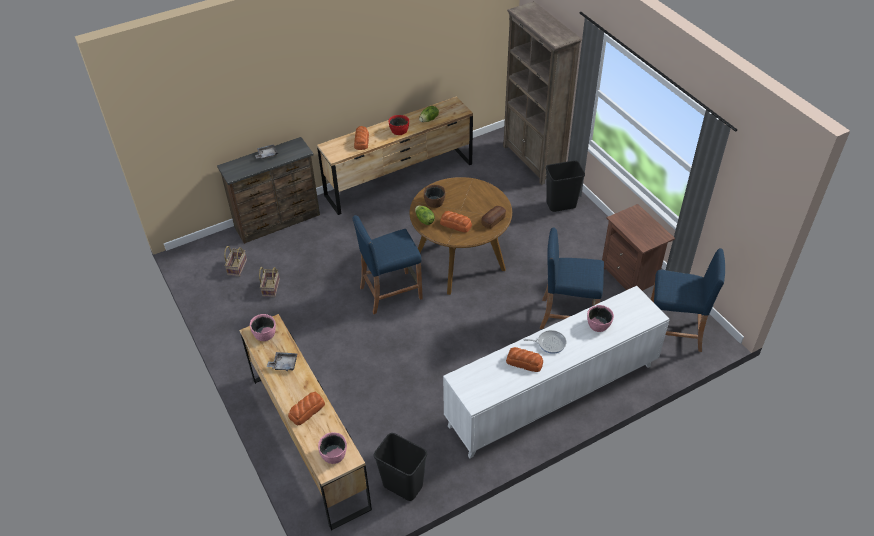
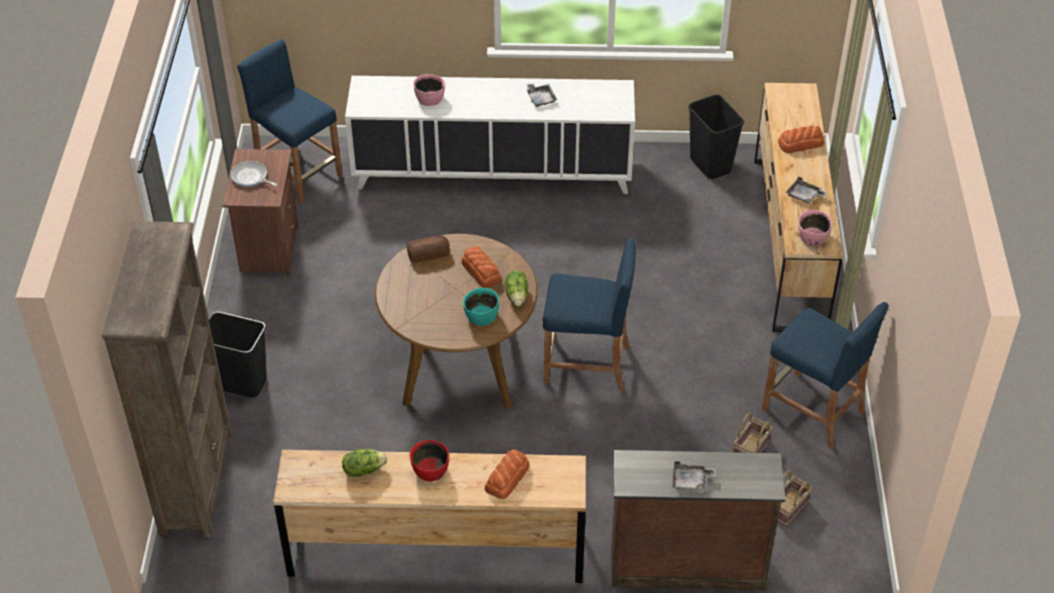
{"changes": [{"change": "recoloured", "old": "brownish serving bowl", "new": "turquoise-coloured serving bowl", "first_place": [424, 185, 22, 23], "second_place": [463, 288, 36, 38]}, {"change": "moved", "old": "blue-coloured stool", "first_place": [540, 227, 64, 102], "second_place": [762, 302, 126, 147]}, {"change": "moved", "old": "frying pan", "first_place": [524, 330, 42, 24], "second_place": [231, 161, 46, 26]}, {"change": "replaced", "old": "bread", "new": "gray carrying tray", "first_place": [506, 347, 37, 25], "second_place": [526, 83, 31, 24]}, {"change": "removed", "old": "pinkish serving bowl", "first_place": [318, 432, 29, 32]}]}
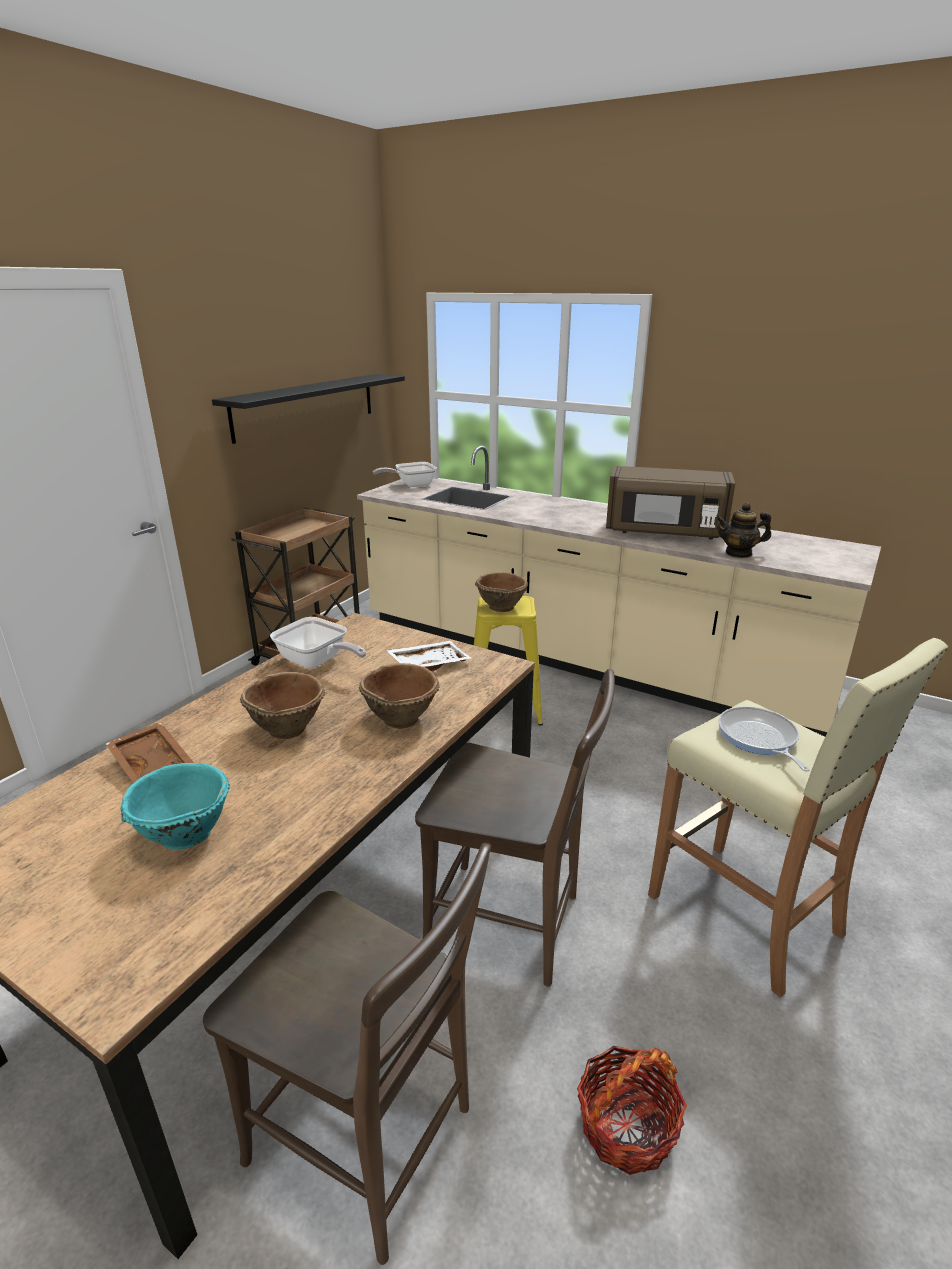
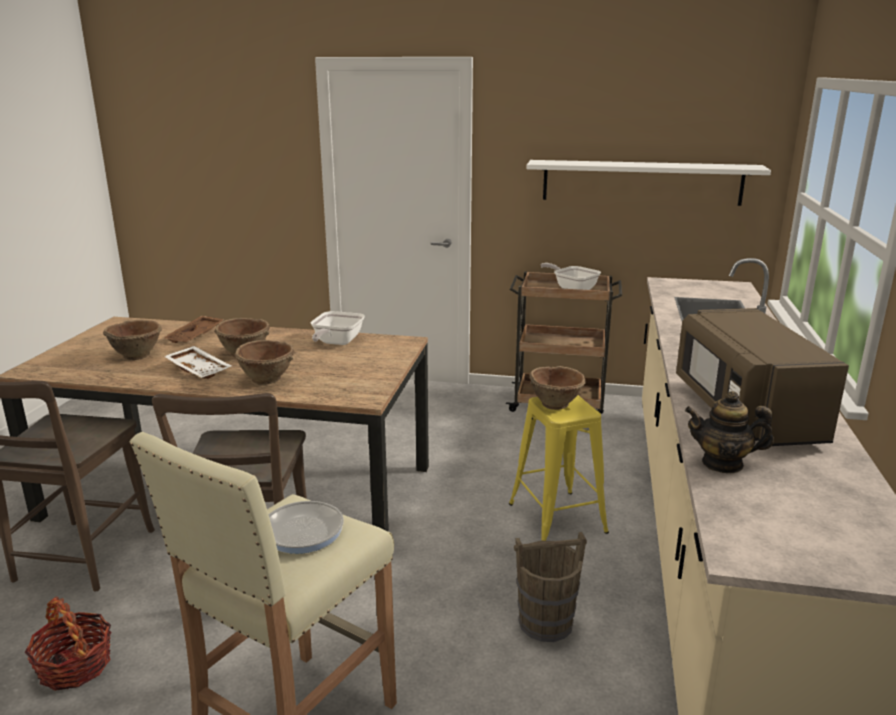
{"changes": [{"change": "recoloured", "old": "black bracket shelf", "new": "white bracket shelf", "first_place": [212, 374, 193, 70], "second_place": [527, 160, 244, 46]}, {"change": "moved", "old": "frying pan", "first_place": [373, 462, 64, 25], "second_place": [541, 263, 60, 27]}, {"change": "turned", "old": "teapot", "first_place": [716, 503, 55, 55], "second_place": [685, 391, 89, 82], "degrees": -60}, {"change": "moved", "old": "white carrying tray", "first_place": [386, 641, 86, 30], "second_place": [164, 346, 67, 33]}, {"change": "recoloured", "old": "turquoise-coloured serving bowl", "new": "brownish serving bowl", "first_place": [120, 763, 110, 87], "second_place": [103, 320, 59, 40]}, {"change": "added", "new": "brownish water bucket", "second_place": [514, 532, 73, 110]}]}
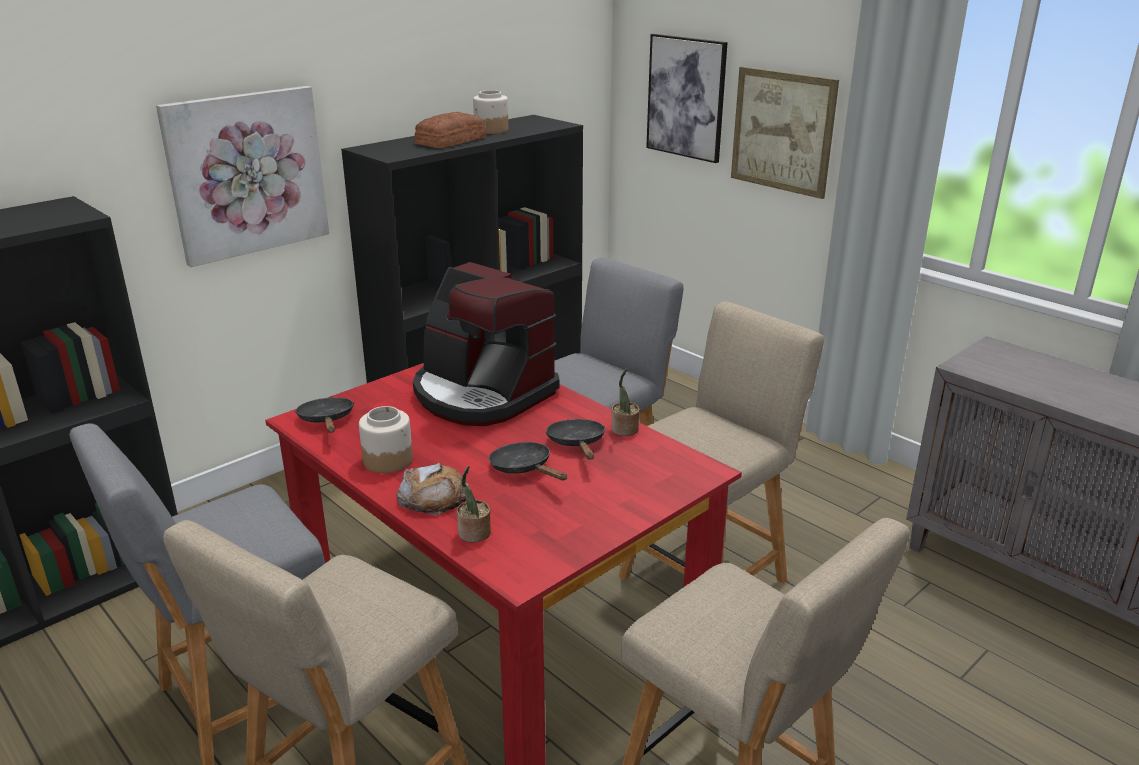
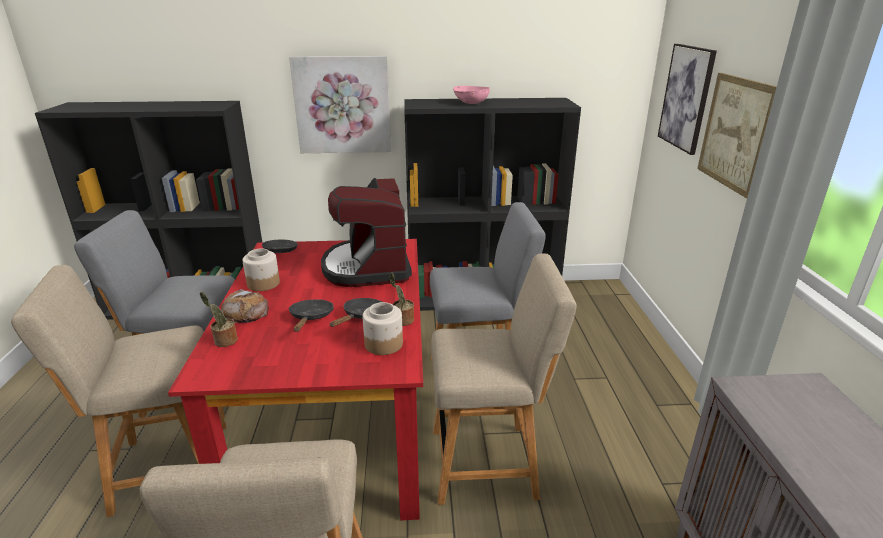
{"changes": [{"change": "moved", "old": "preserve jar", "first_place": [473, 90, 35, 44], "second_place": [363, 302, 40, 53]}, {"change": "replaced", "old": "bread", "new": "pinkish serving bowl", "first_place": [414, 112, 72, 36], "second_place": [453, 86, 37, 18]}]}
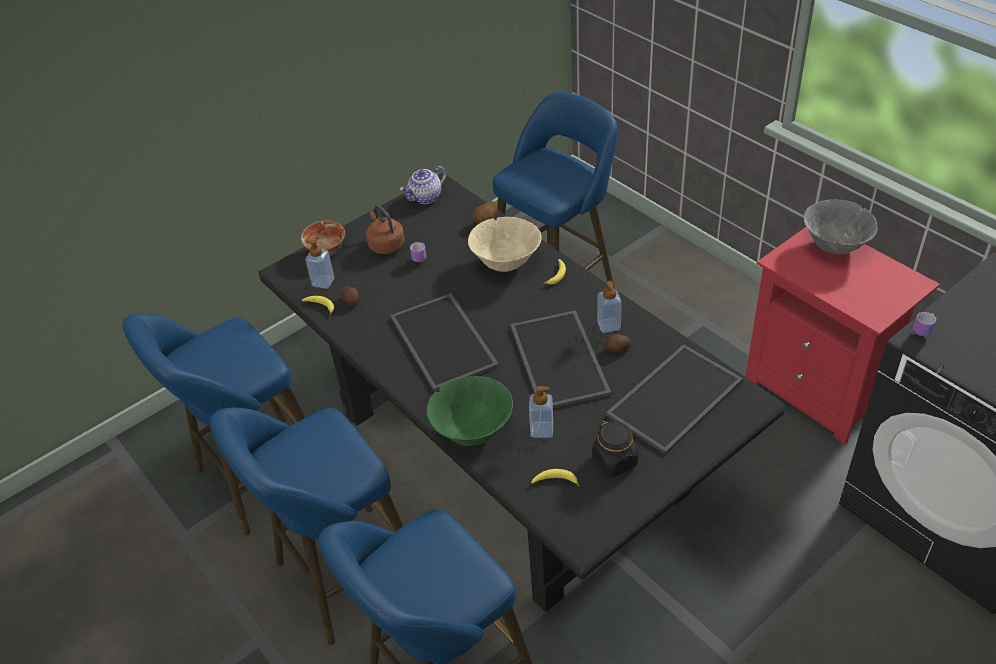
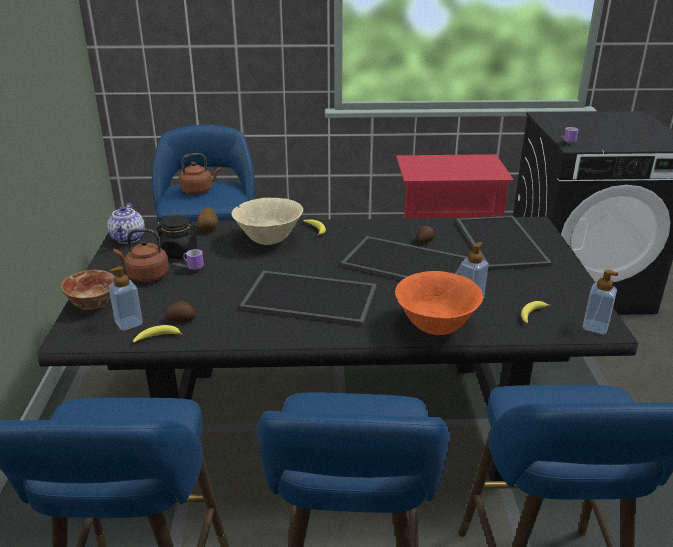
{"changes": [{"change": "removed", "old": "gray serving bowl", "first_place": [804, 199, 74, 55]}, {"change": "moved", "old": "soap bottle", "first_place": [597, 281, 25, 52], "second_place": [583, 270, 35, 64]}, {"change": "recoloured", "old": "green-coloured serving bowl", "new": "orangey serving bowl", "first_place": [426, 376, 87, 70], "second_place": [395, 271, 88, 64]}, {"change": "moved", "old": "black preserve jar", "first_place": [592, 419, 47, 58], "second_place": [157, 215, 40, 44]}, {"change": "added", "new": "brownish kettle", "second_place": [179, 153, 42, 41]}]}
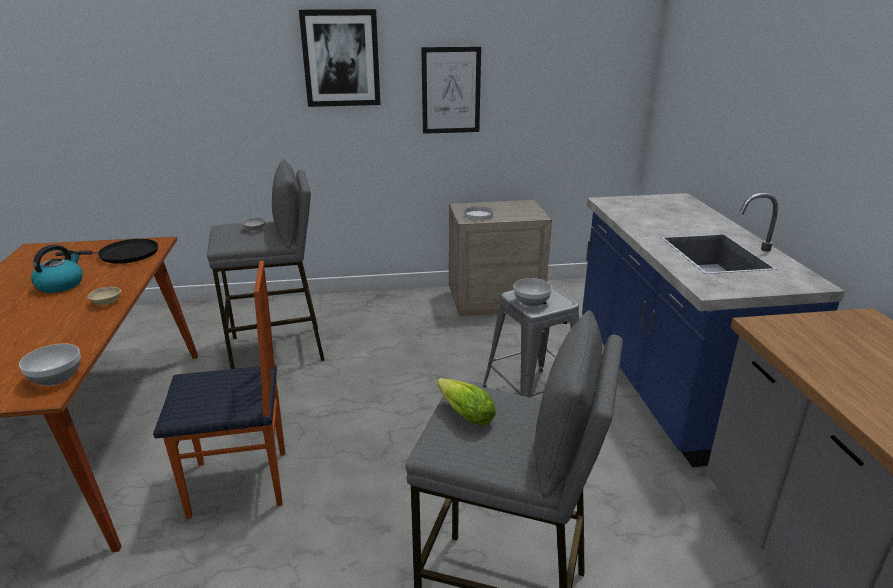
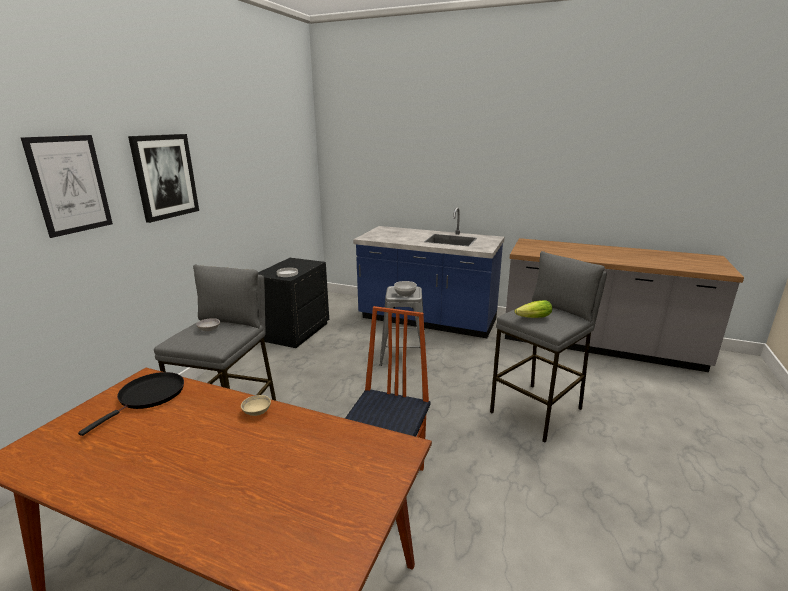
{"changes": [{"change": "moved", "old": "picture", "first_place": [421, 47, 60, 87], "second_place": [21, 135, 92, 103]}, {"change": "recoloured", "old": "beige-coloured bedside table", "new": "black bedside table", "first_place": [449, 200, 103, 116], "second_place": [258, 258, 71, 90]}, {"change": "removed", "old": "kettle", "first_place": [31, 245, 52, 48]}, {"change": "removed", "old": "serving bowl", "first_place": [19, 343, 62, 43]}]}
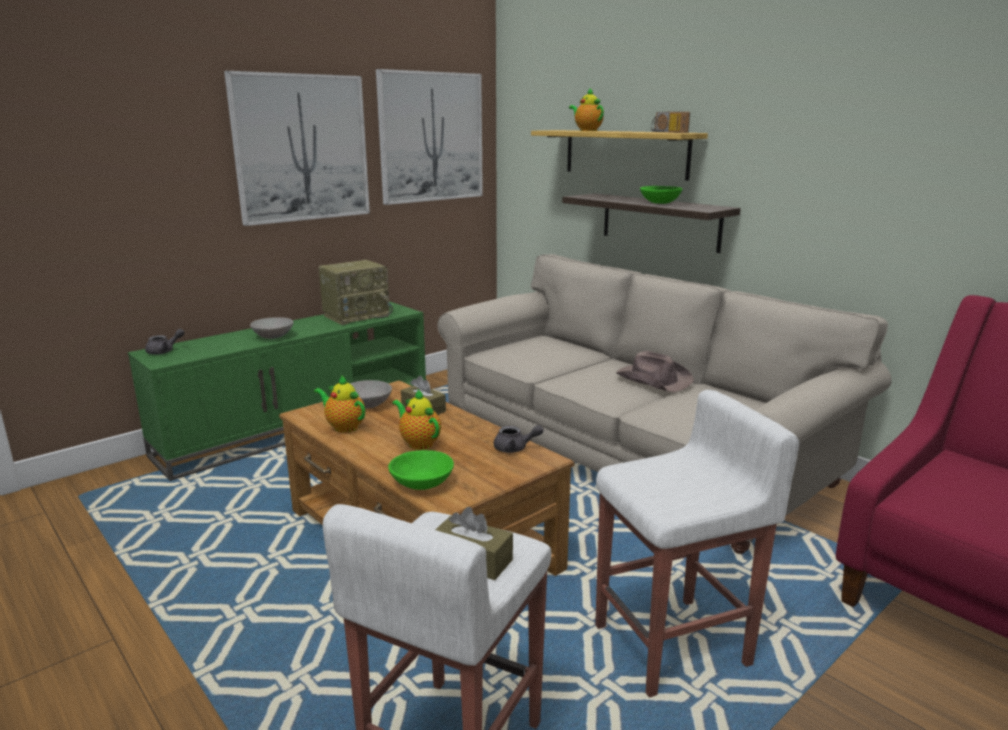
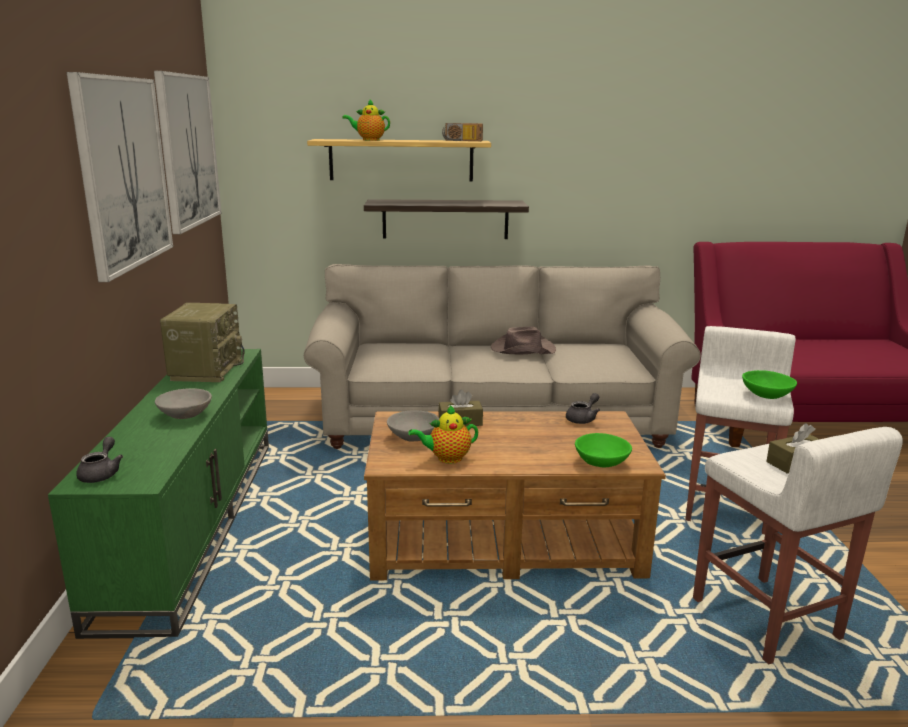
{"changes": [{"change": "moved", "old": "green-coloured serving bowl", "first_place": [640, 186, 43, 18], "second_place": [742, 370, 55, 29]}, {"change": "removed", "old": "teapot", "first_place": [392, 389, 49, 61]}]}
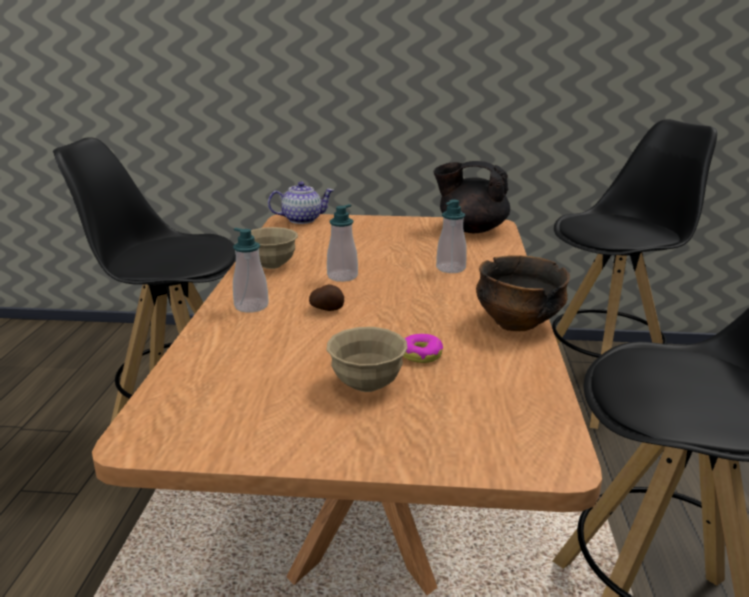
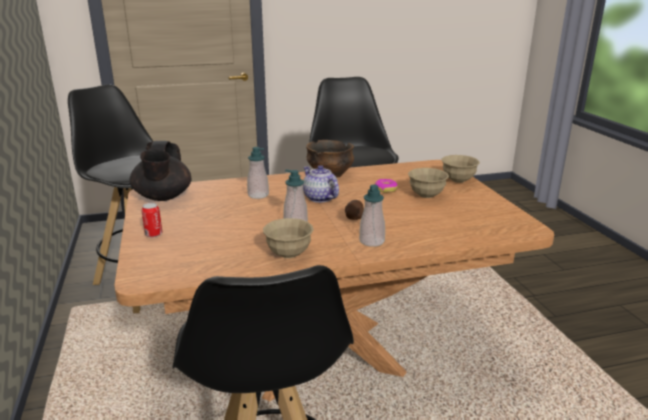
{"changes": [{"change": "moved", "old": "teapot", "first_place": [268, 182, 66, 42], "second_place": [303, 165, 36, 38]}, {"change": "added", "new": "beige-coloured serving bowl", "second_place": [442, 155, 38, 28]}, {"change": "added", "new": "can", "second_place": [141, 203, 21, 34]}]}
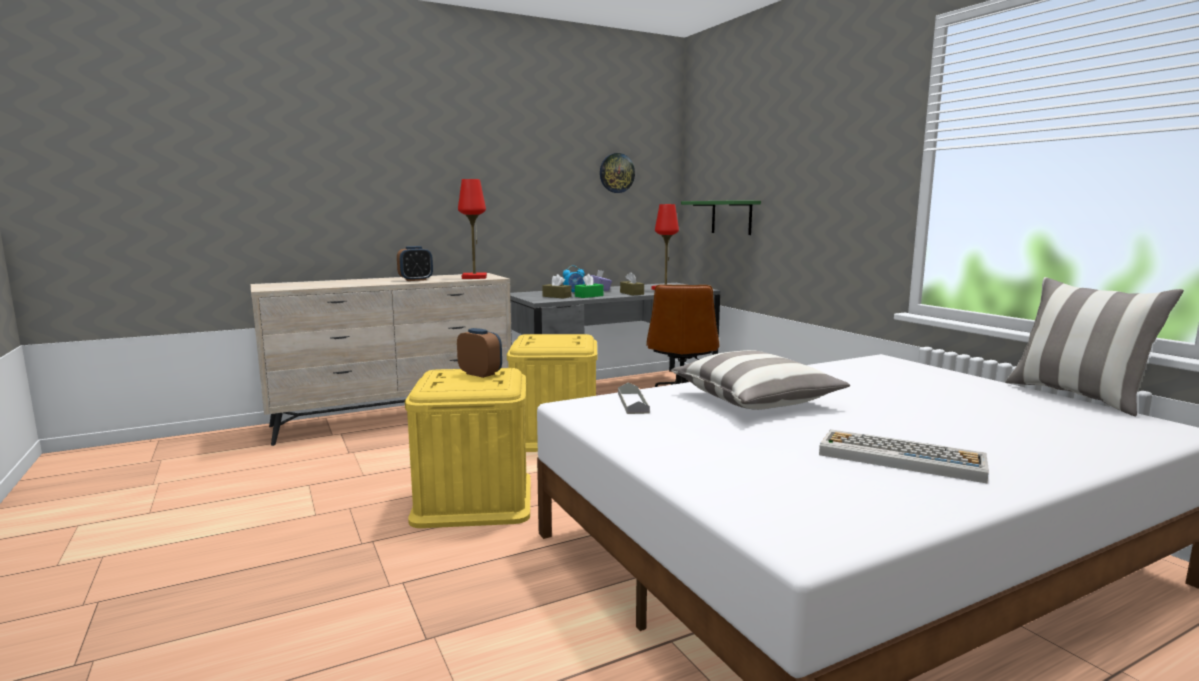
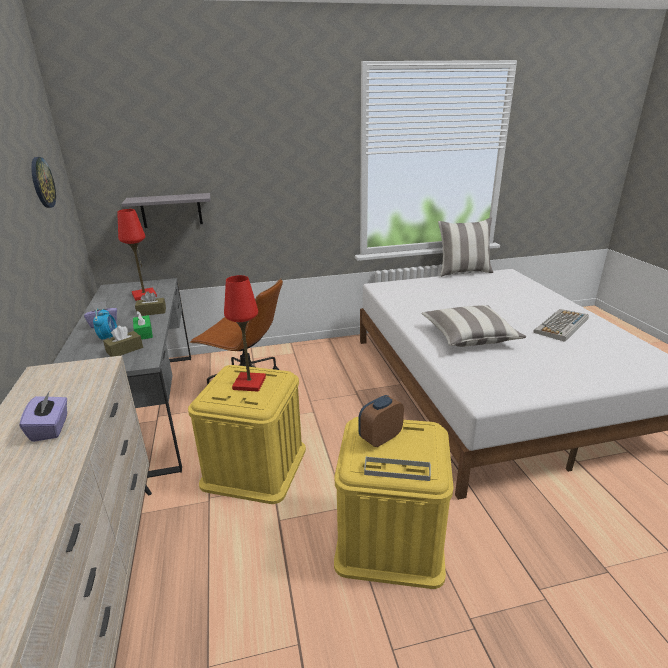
{"changes": [{"change": "moved", "old": "reddish table lamp", "first_place": [458, 179, 29, 100], "second_place": [224, 275, 42, 117]}, {"change": "recoloured", "old": "green-coloured bracket shelf", "new": "gray bracket shelf", "first_place": [681, 201, 80, 34], "second_place": [121, 193, 90, 35]}, {"change": "replaced", "old": "bedside clock", "new": "purplish box of tissues", "first_place": [397, 246, 36, 35], "second_place": [20, 392, 47, 50]}, {"change": "moved", "old": "gray carrying tray", "first_place": [618, 383, 32, 31], "second_place": [364, 456, 67, 25]}]}
